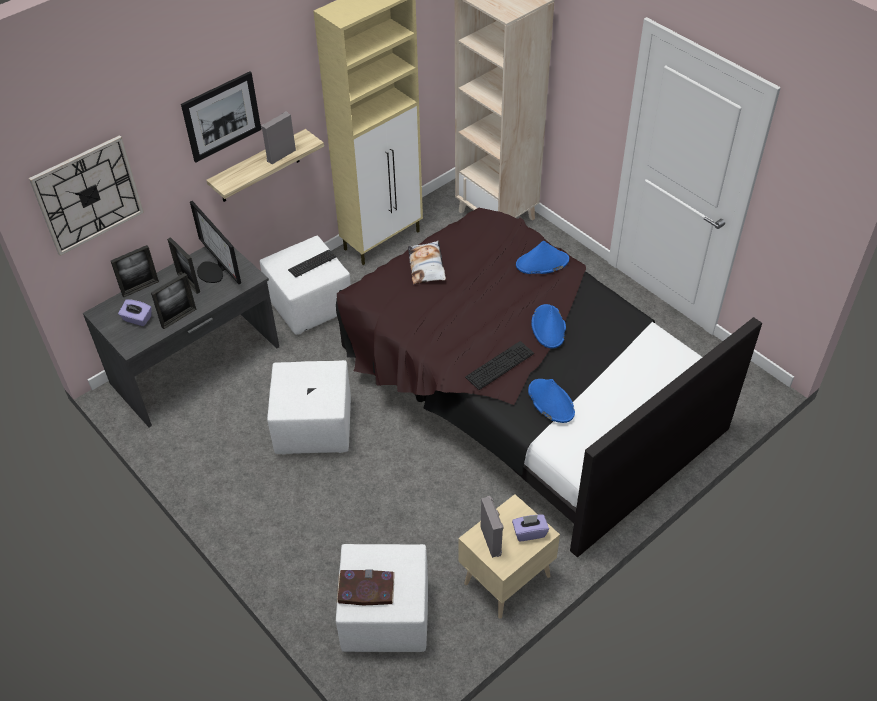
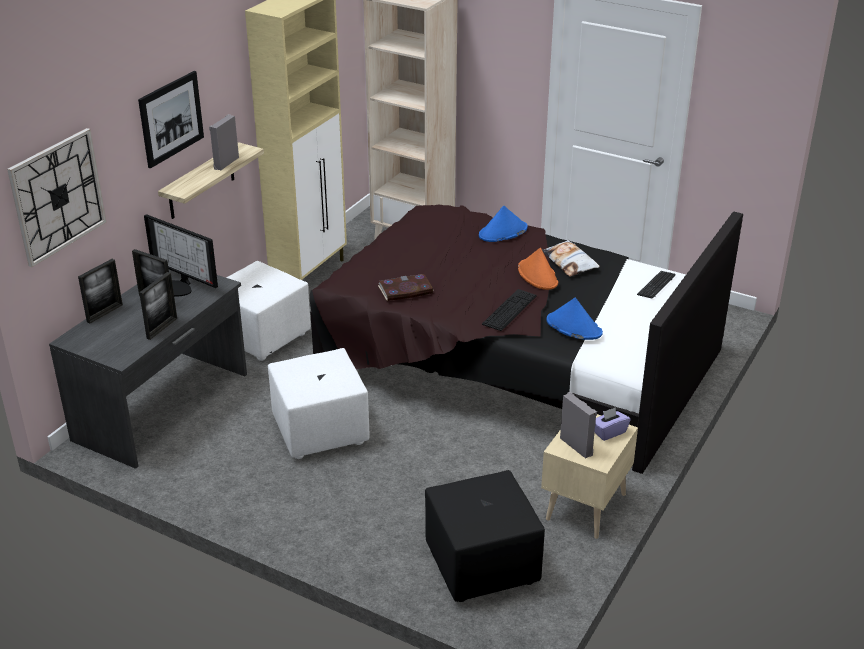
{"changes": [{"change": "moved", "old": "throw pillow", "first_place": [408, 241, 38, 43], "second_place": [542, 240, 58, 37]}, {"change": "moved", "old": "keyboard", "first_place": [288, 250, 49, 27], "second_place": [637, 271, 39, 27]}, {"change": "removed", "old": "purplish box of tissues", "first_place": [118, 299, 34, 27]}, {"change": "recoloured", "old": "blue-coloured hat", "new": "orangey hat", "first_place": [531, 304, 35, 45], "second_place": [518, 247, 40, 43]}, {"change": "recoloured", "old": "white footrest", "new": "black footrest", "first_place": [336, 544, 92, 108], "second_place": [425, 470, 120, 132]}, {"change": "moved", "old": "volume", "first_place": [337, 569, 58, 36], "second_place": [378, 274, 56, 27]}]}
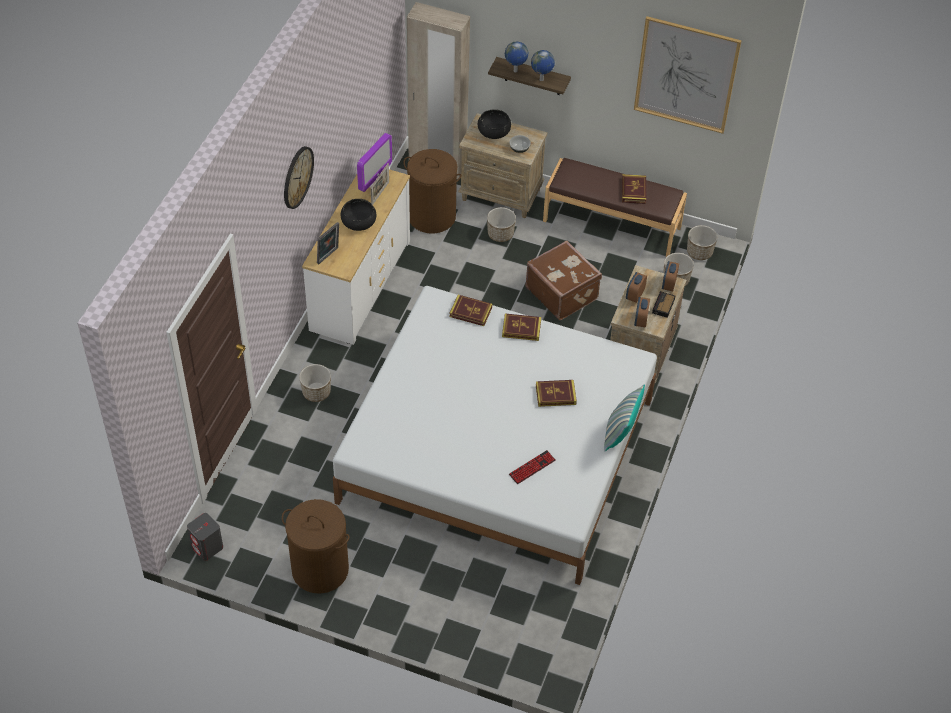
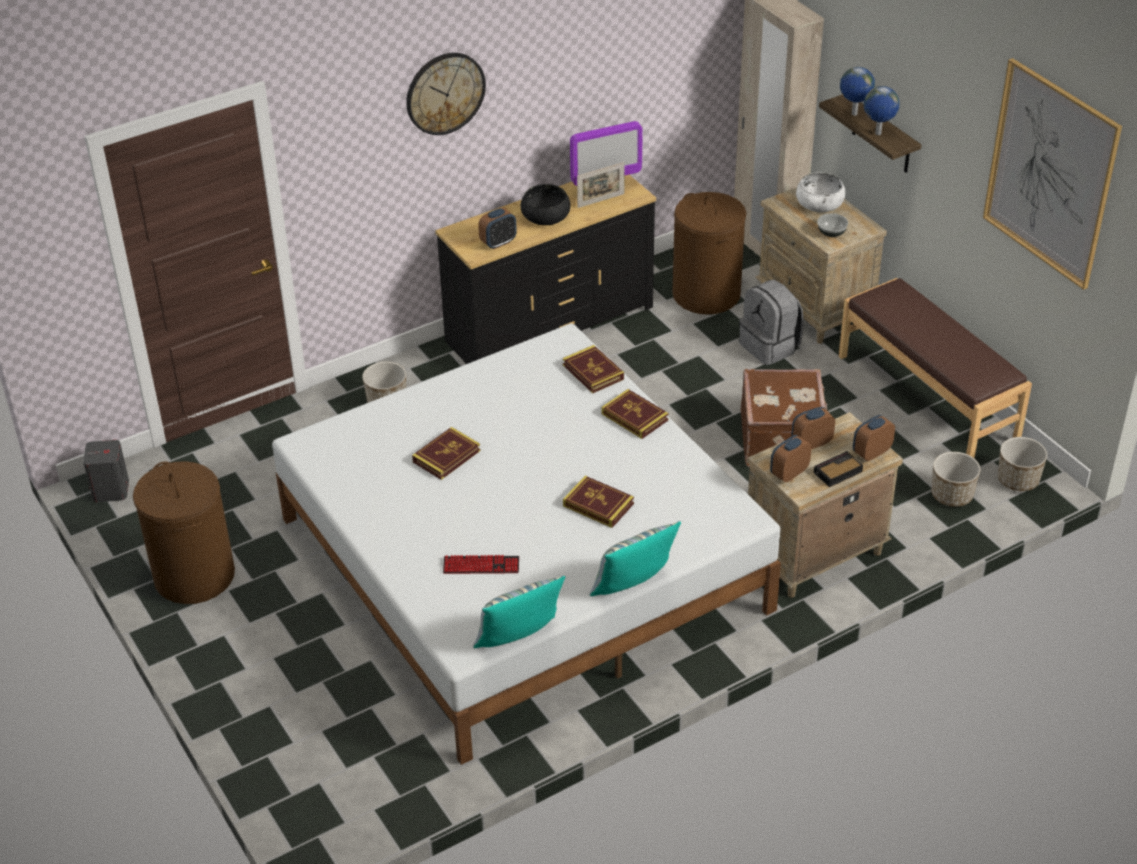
{"changes": [{"change": "recoloured", "old": "black serving bowl", "new": "white serving bowl", "first_place": [478, 109, 33, 30], "second_place": [796, 172, 49, 40]}, {"change": "recoloured", "old": "white drawer chest", "new": "black drawer chest", "first_place": [302, 169, 108, 176], "second_place": [435, 175, 221, 189]}, {"change": "moved", "old": "volume", "first_place": [622, 174, 24, 30], "second_place": [412, 427, 69, 53]}, {"change": "replaced", "old": "plant pot", "new": "gray knapsack", "first_place": [487, 207, 29, 35], "second_place": [739, 280, 65, 85]}, {"change": "removed", "old": "photo frame", "first_place": [317, 222, 22, 42]}, {"change": "added", "new": "bedside clock", "second_place": [478, 208, 39, 41]}, {"change": "added", "new": "throw pillow", "second_place": [473, 576, 92, 72]}]}
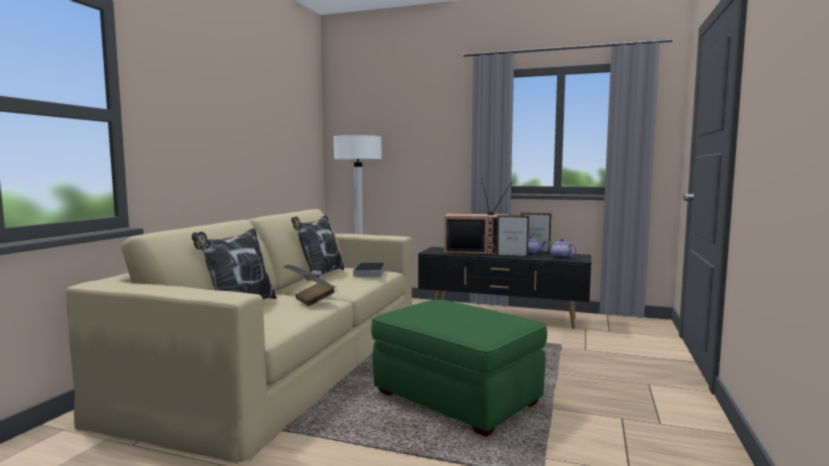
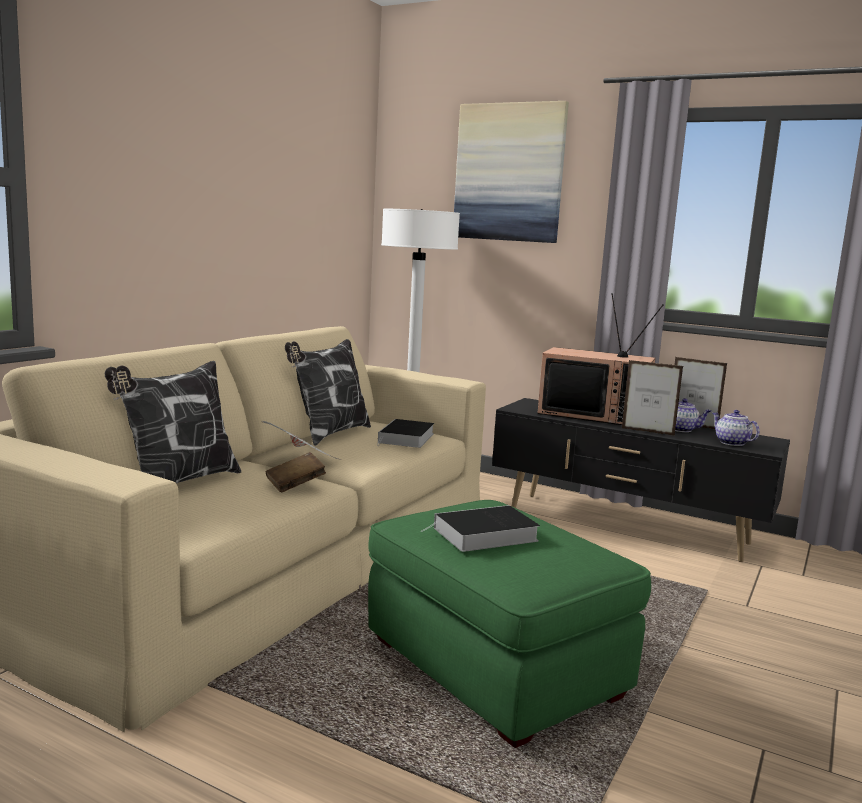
{"changes": [{"change": "added", "new": "picture", "second_place": [454, 101, 115, 142]}, {"change": "added", "new": "volume", "second_place": [421, 505, 119, 47]}]}
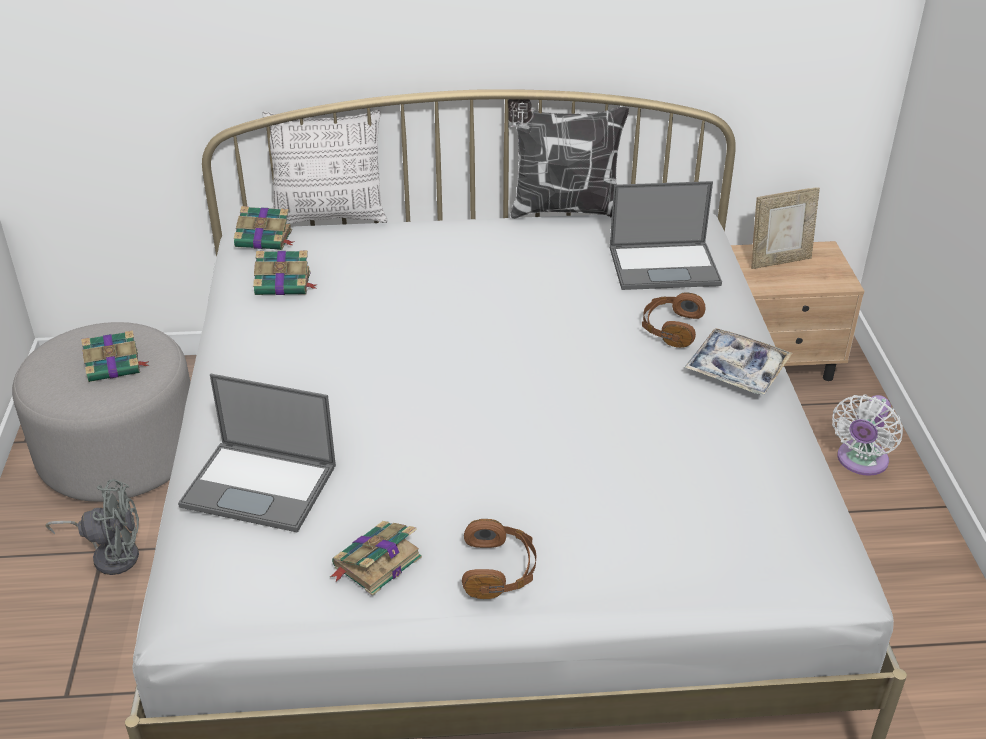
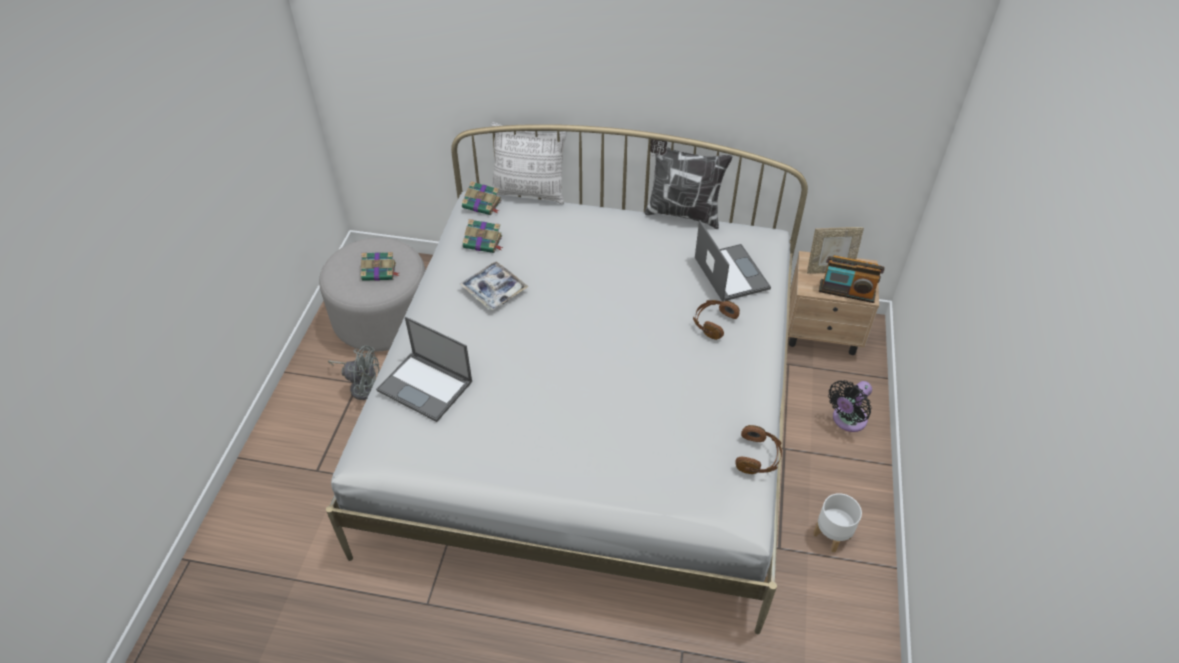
{"changes": [{"change": "turned", "old": "portable computer", "first_place": [610, 181, 112, 109], "second_place": [695, 220, 76, 82], "degrees": -120}, {"change": "moved", "old": "carrying tray", "first_place": [684, 328, 108, 67], "second_place": [460, 261, 68, 49]}, {"change": "recoloured", "old": "white cooling fan", "new": "black cooling fan", "first_place": [832, 395, 71, 81], "second_place": [828, 380, 44, 52]}, {"change": "moved", "old": "brownish headphones", "first_place": [462, 519, 74, 80], "second_place": [735, 425, 47, 49]}, {"change": "removed", "old": "volume", "first_place": [330, 521, 92, 75]}, {"change": "added", "new": "radio set", "second_place": [819, 255, 66, 48]}, {"change": "added", "new": "white plant pot", "second_place": [813, 493, 49, 60]}]}
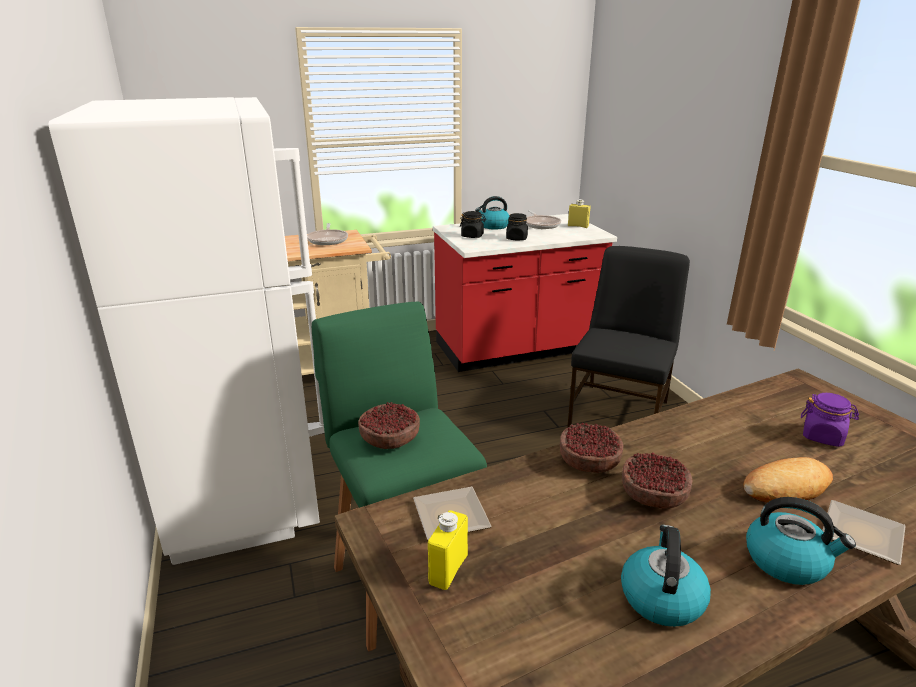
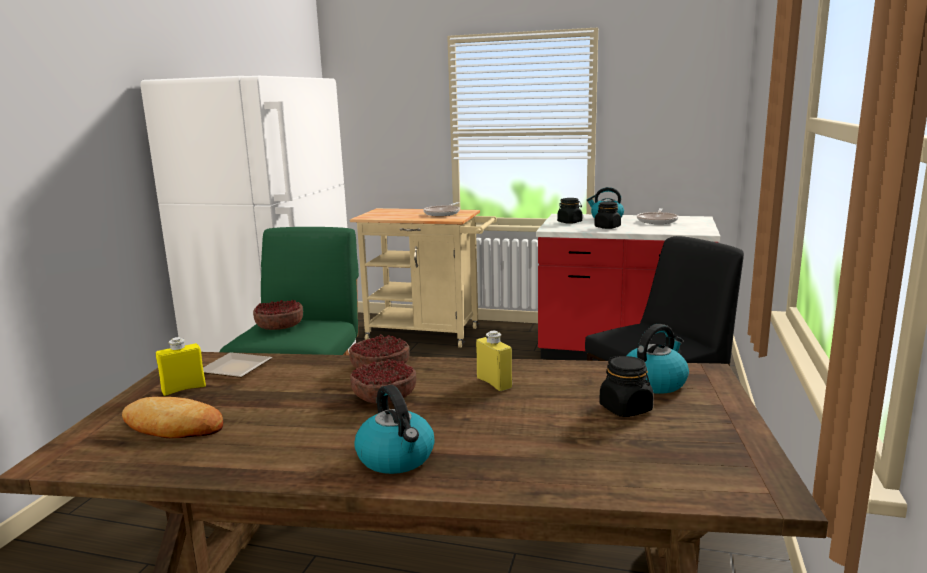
{"changes": [{"change": "moved", "old": "yellow-coloured bottle", "first_place": [568, 199, 23, 29], "second_place": [476, 331, 36, 60]}, {"change": "recoloured", "old": "purplish preserve jar", "new": "black preserve jar", "first_place": [801, 393, 58, 54], "second_place": [599, 356, 55, 61]}, {"change": "moved", "old": "bread", "first_place": [743, 457, 90, 46], "second_place": [122, 397, 101, 41]}, {"change": "removed", "old": "plate", "first_place": [822, 500, 84, 65]}, {"change": "moved", "old": "kettle", "first_place": [621, 525, 90, 102], "second_place": [627, 324, 62, 70]}]}
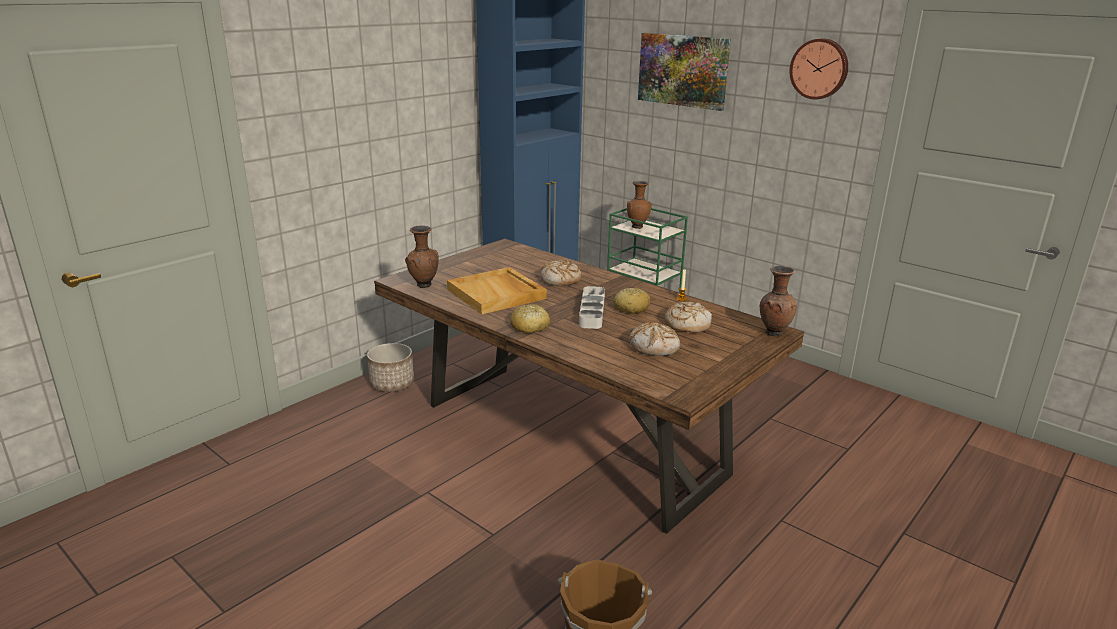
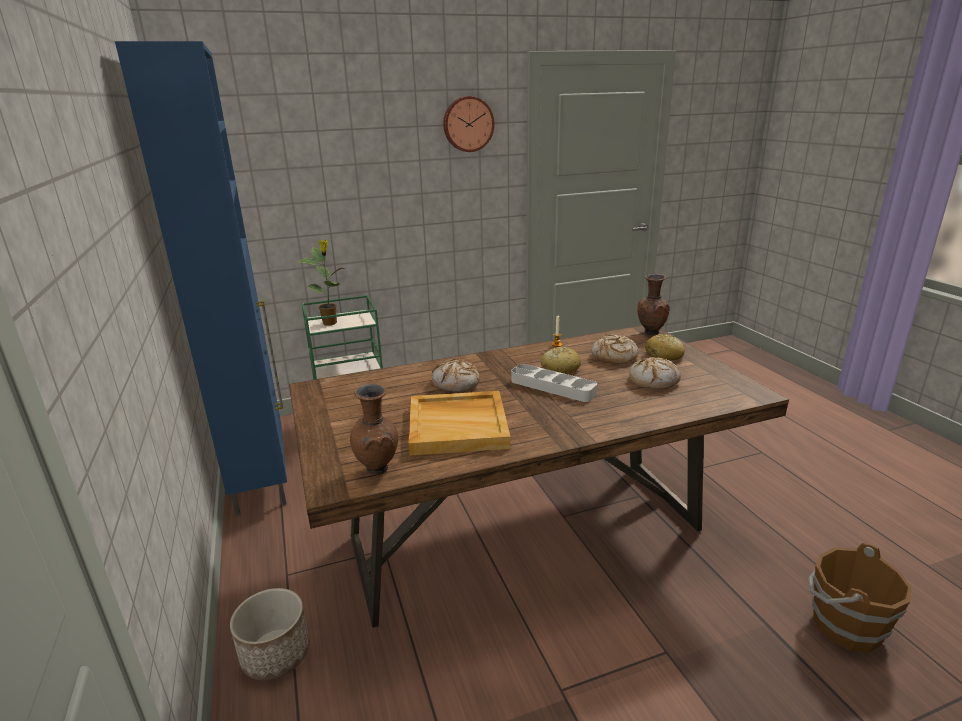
{"changes": [{"change": "removed", "old": "picture", "first_place": [638, 33, 93, 78]}, {"change": "replaced", "old": "brownish flower vase", "new": "plant in a pot", "first_place": [627, 181, 25, 48], "second_place": [297, 240, 47, 86]}, {"change": "moved", "old": "bread", "first_place": [510, 304, 40, 29], "second_place": [645, 334, 40, 27]}]}
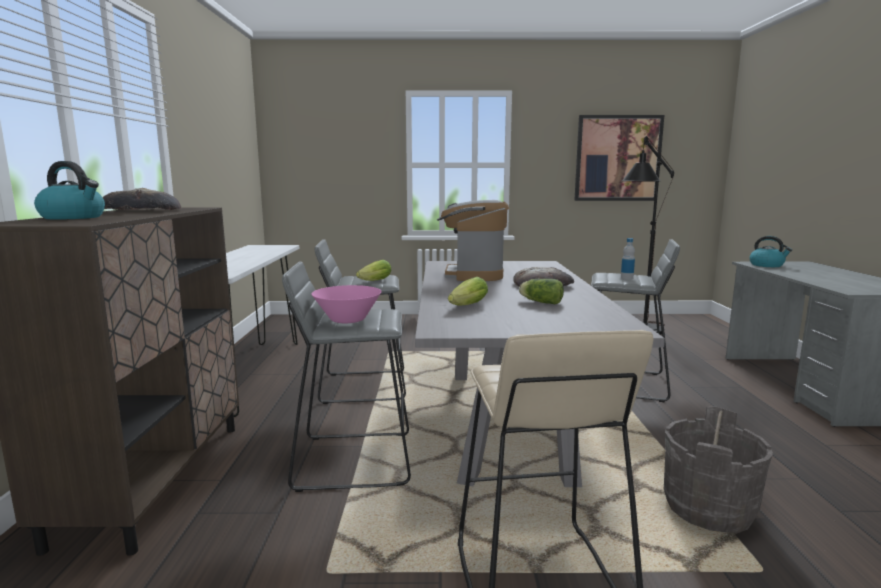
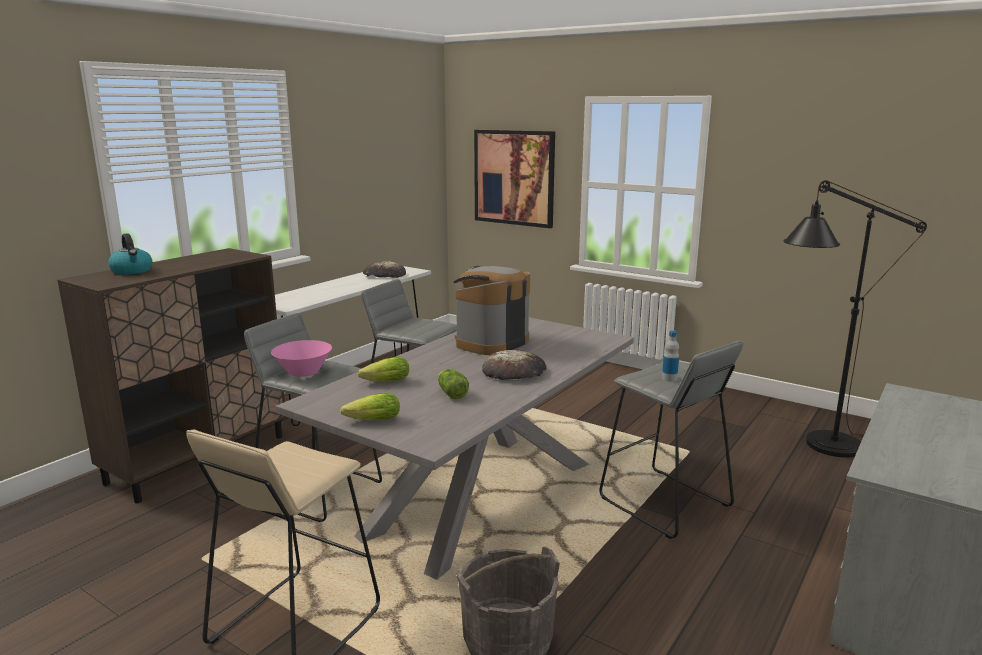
{"changes": [{"change": "moved", "old": "picture", "first_place": [574, 115, 90, 86], "second_place": [474, 130, 81, 98]}, {"change": "moved", "old": "bread", "first_place": [103, 188, 78, 22], "second_place": [363, 261, 43, 17]}, {"change": "removed", "old": "kettle", "first_place": [749, 236, 43, 31]}, {"change": "moved", "old": "lettuce head", "first_place": [356, 260, 35, 21], "second_place": [340, 393, 60, 27]}]}
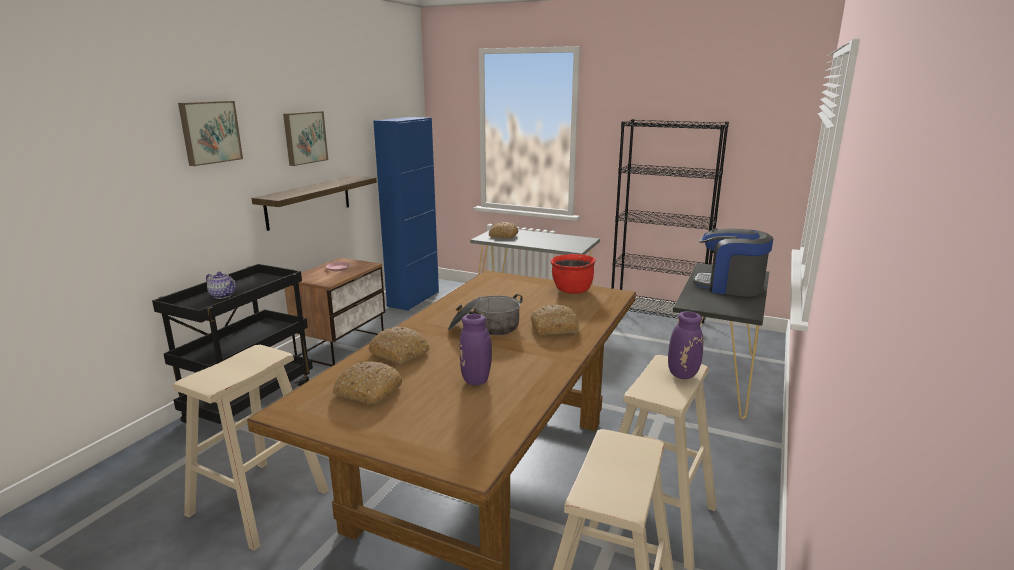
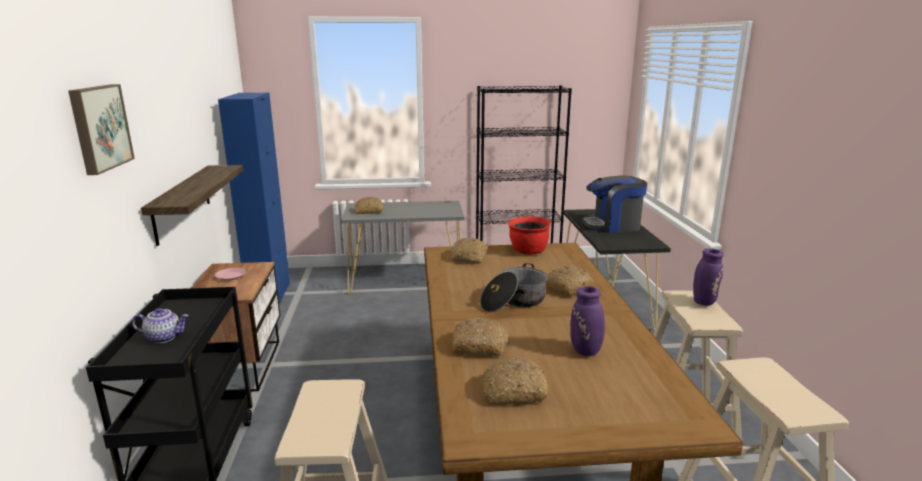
{"changes": [{"change": "removed", "old": "picture", "first_place": [283, 111, 45, 55]}, {"change": "added", "new": "bread", "second_place": [451, 238, 36, 26]}]}
